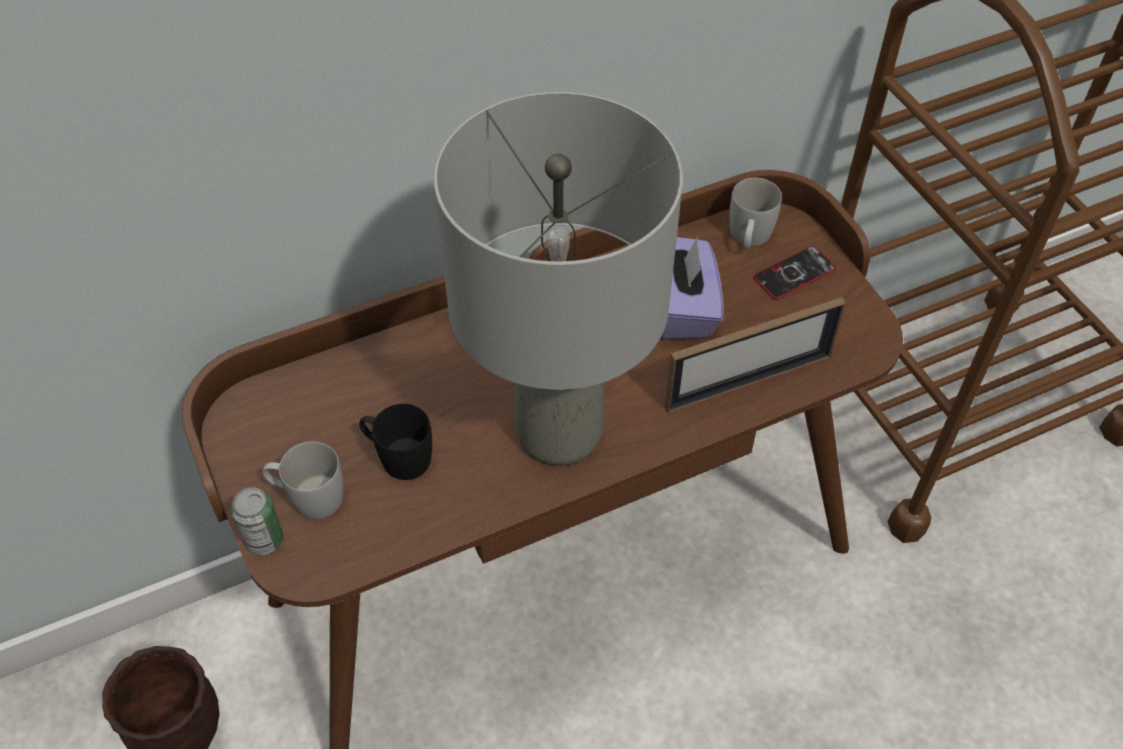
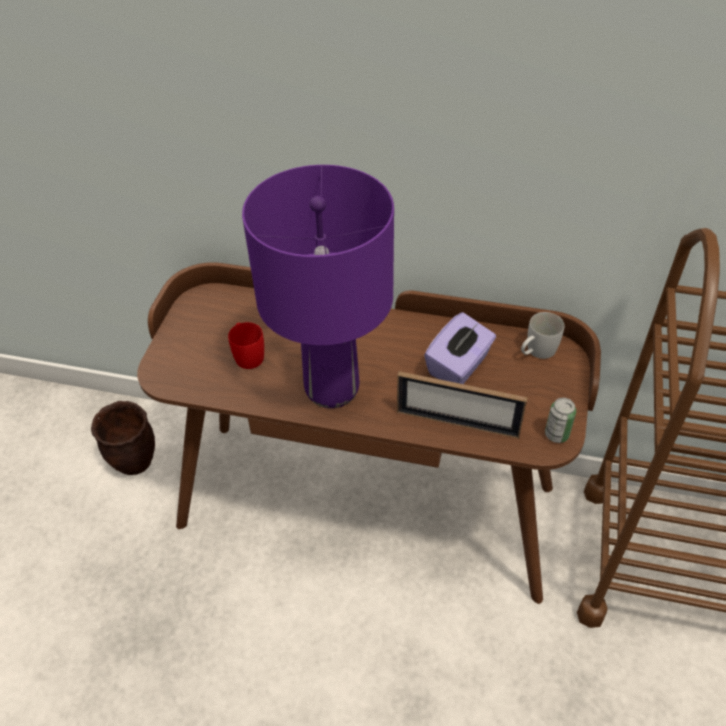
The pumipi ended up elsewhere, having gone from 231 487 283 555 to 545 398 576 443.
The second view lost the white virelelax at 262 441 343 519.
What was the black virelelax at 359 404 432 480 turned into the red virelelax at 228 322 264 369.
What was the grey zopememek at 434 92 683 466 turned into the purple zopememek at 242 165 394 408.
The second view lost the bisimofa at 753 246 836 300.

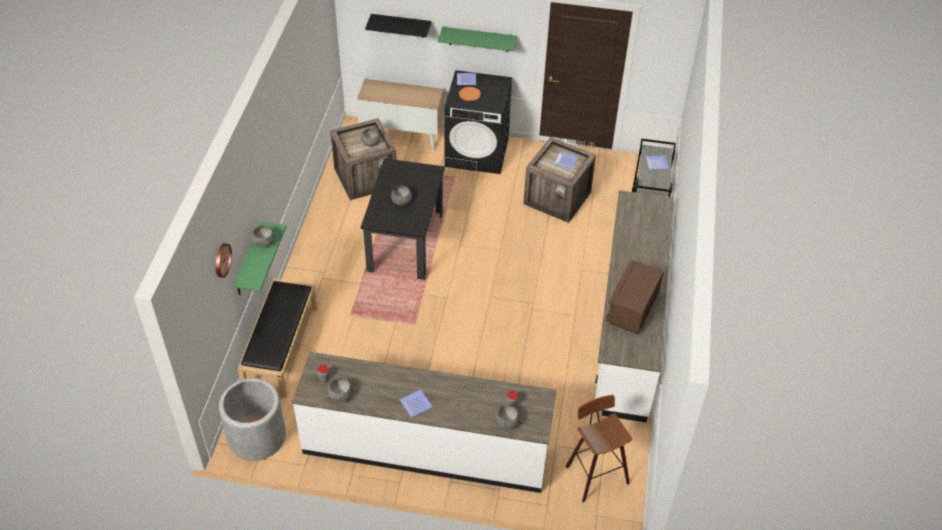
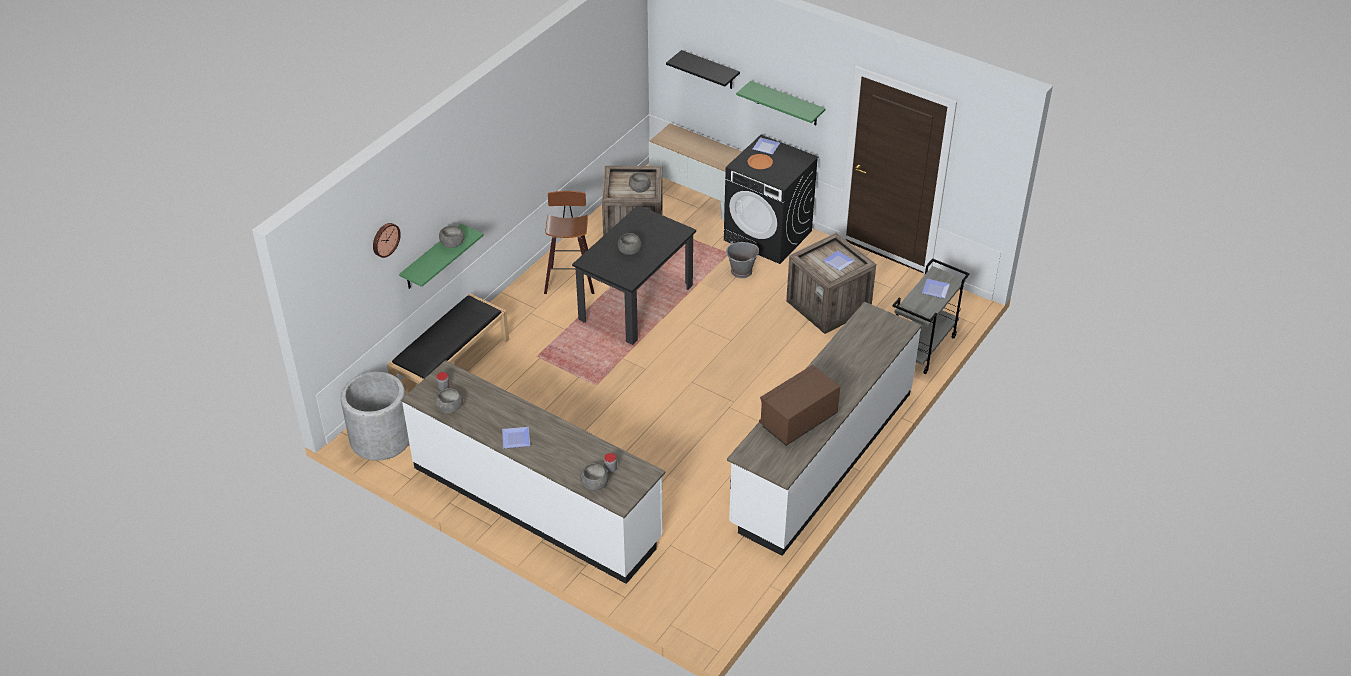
The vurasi ended up elsewhere, having gone from 565 395 632 503 to 544 191 595 294.
The second view gained the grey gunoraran at 726 241 759 278.

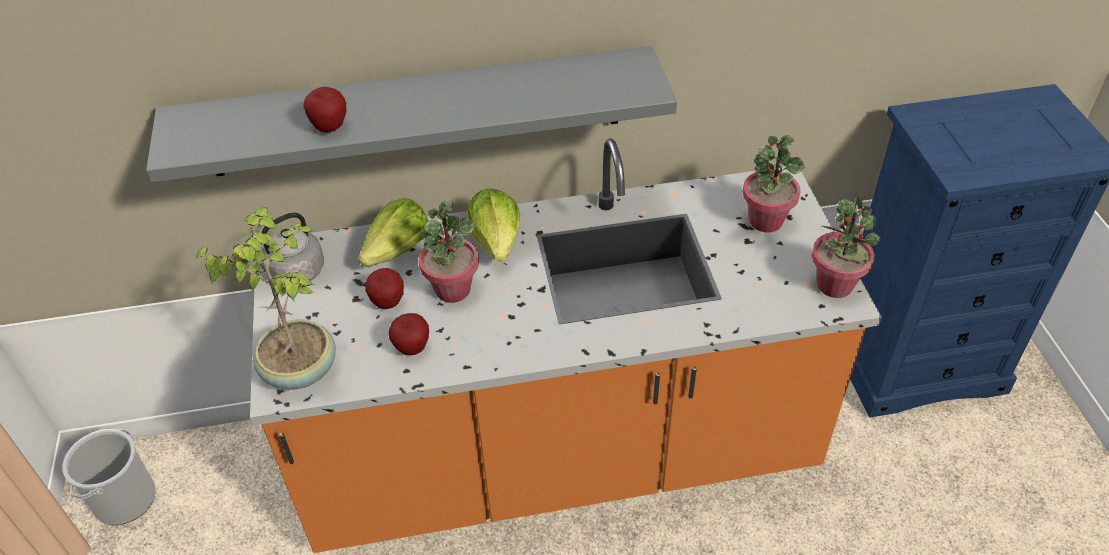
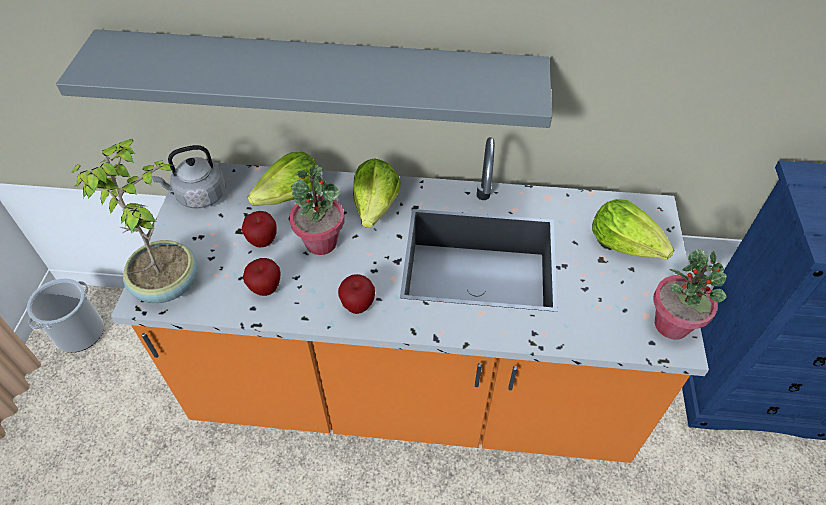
The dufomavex ended up elsewhere, having gone from 303 87 346 132 to 338 274 375 314.
Where the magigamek stood at 743 135 805 232, the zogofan came to stand at 592 199 674 259.

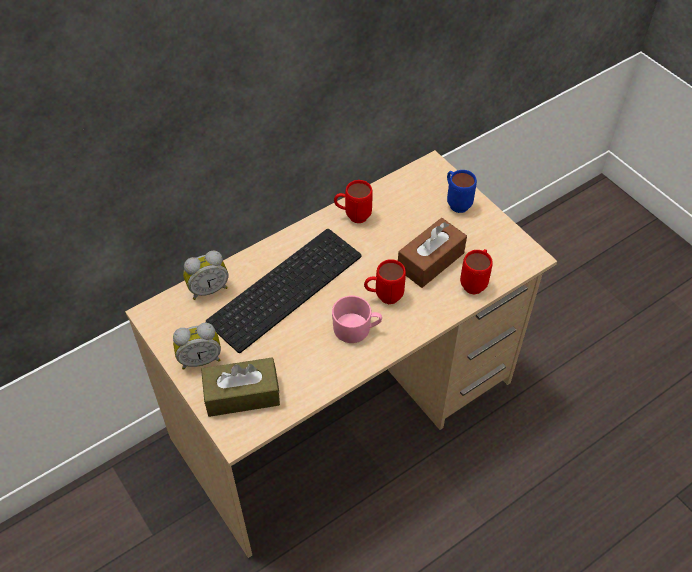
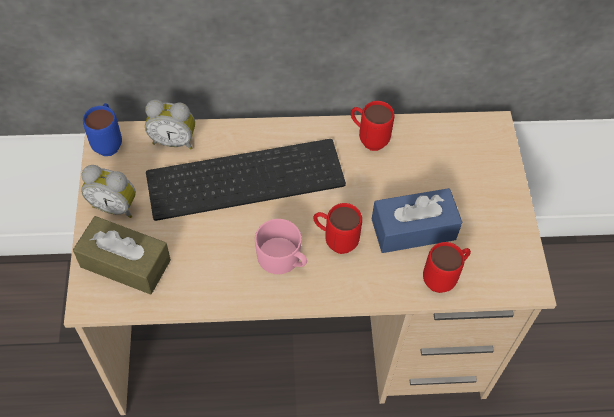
What was the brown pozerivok at 398 218 467 288 turned into the blue pozerivok at 372 188 462 253.
The blue virelelax ended up elsewhere, having gone from 447 170 477 213 to 83 103 122 156.

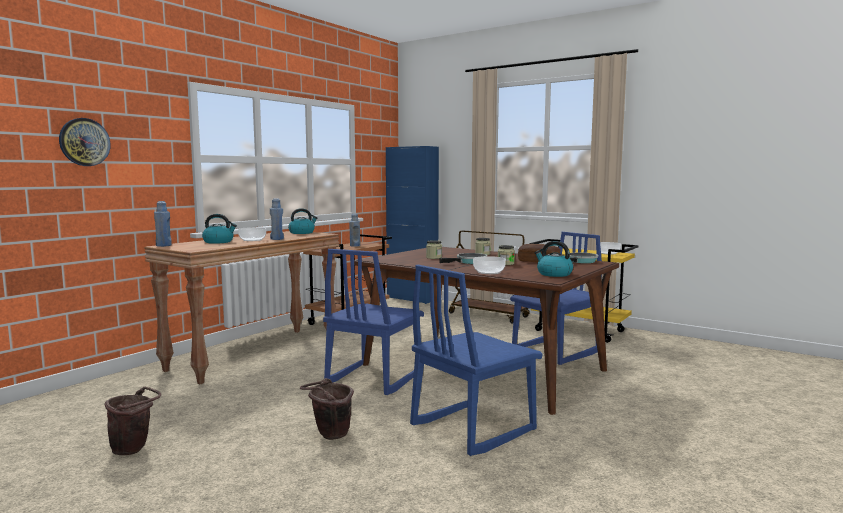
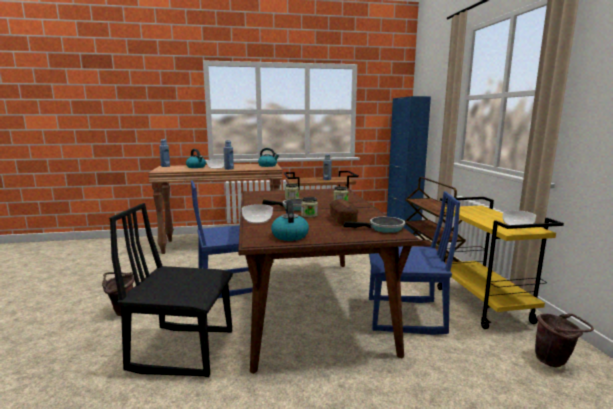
The second view lost the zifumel at 59 118 111 166.
The brown gunoraran ended up elsewhere, having gone from 105 387 161 455 to 535 313 594 368.
What was the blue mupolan at 410 265 543 456 turned into the black mupolan at 109 203 233 377.

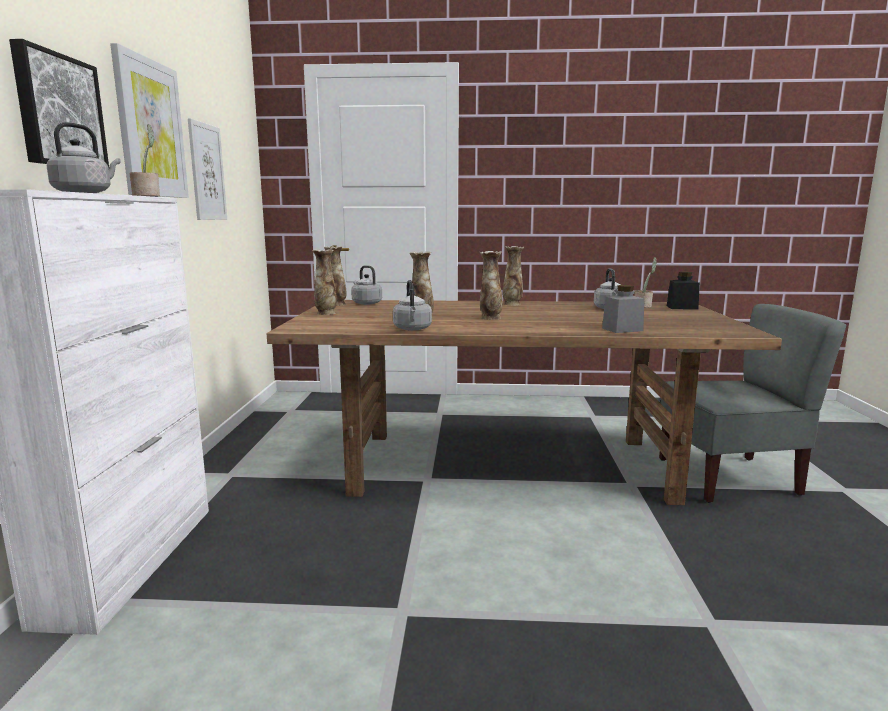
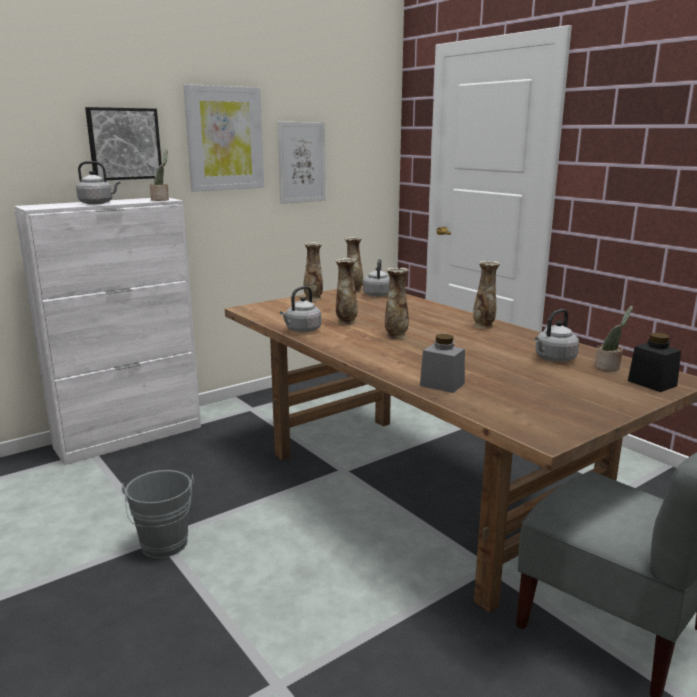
The second view gained the grey gunoraran at 122 470 194 558.

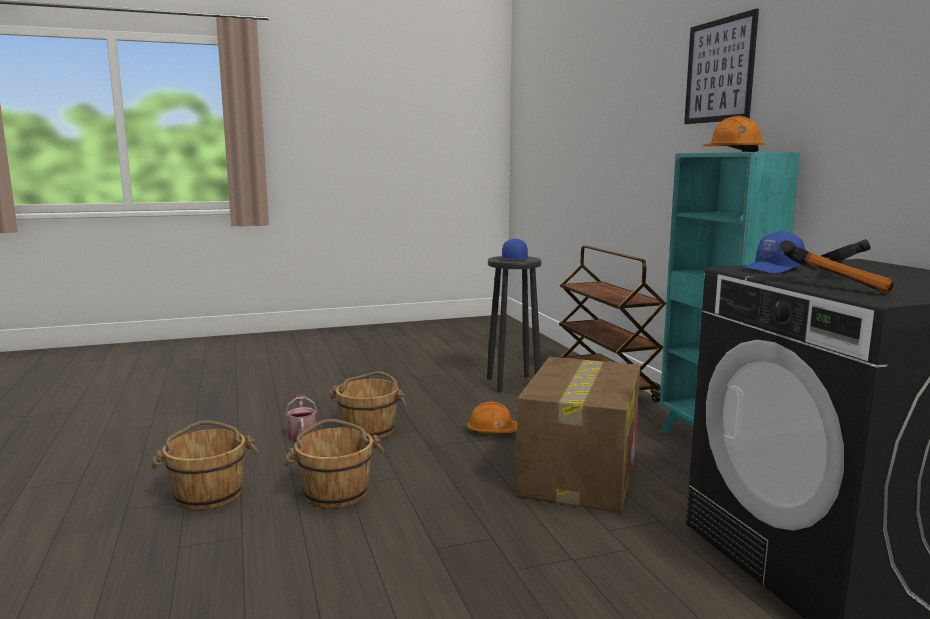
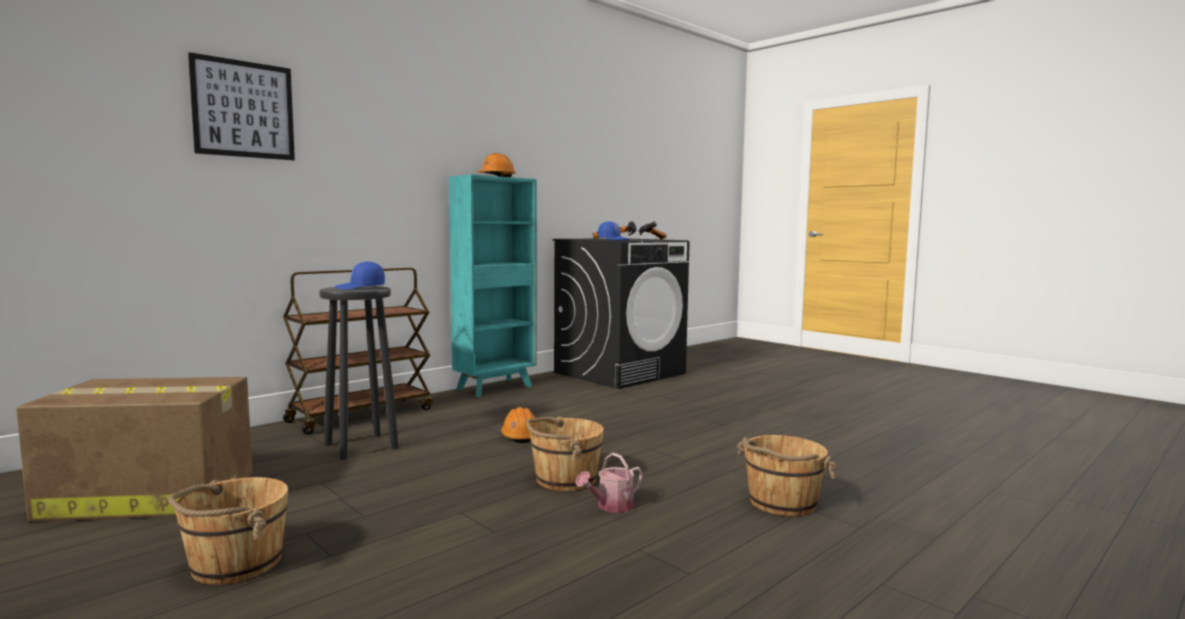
The brown gunoraran ended up elsewhere, having gone from 284 419 385 508 to 168 477 288 585.
The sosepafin ended up elsewhere, having gone from 516 357 641 513 to 16 377 253 522.
The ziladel ended up elsewhere, having gone from 684 9 759 124 to 188 52 295 160.

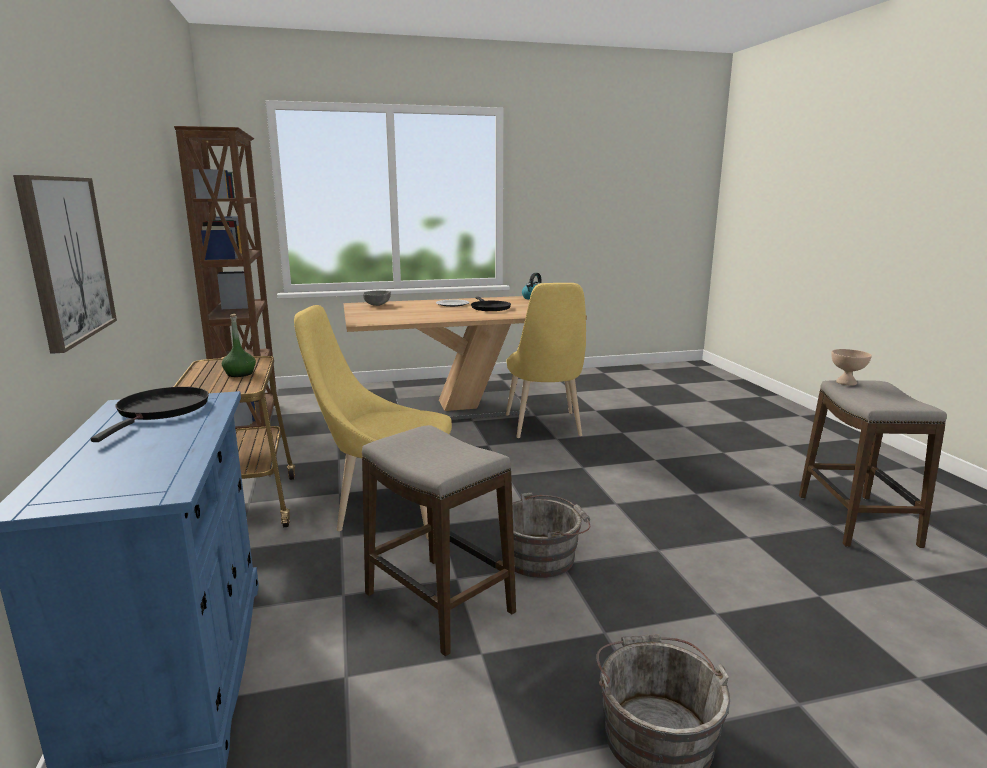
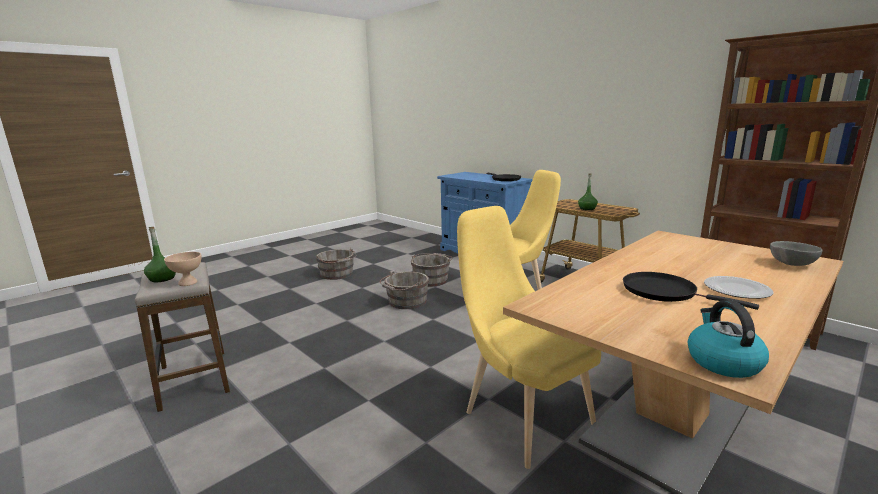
The second view lost the ziladel at 13 175 117 354.
Where the vurasi stood at 362 425 516 656, the grey gunoraran came to stand at 411 253 453 287.
The second view gained the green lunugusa at 144 227 176 282.

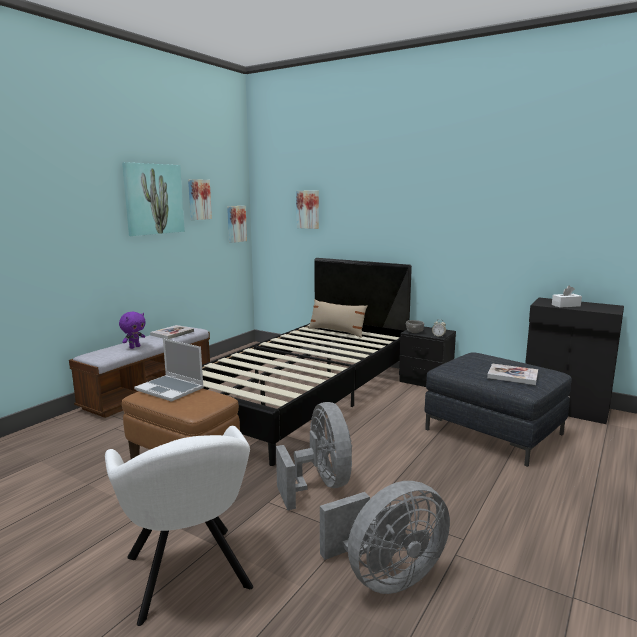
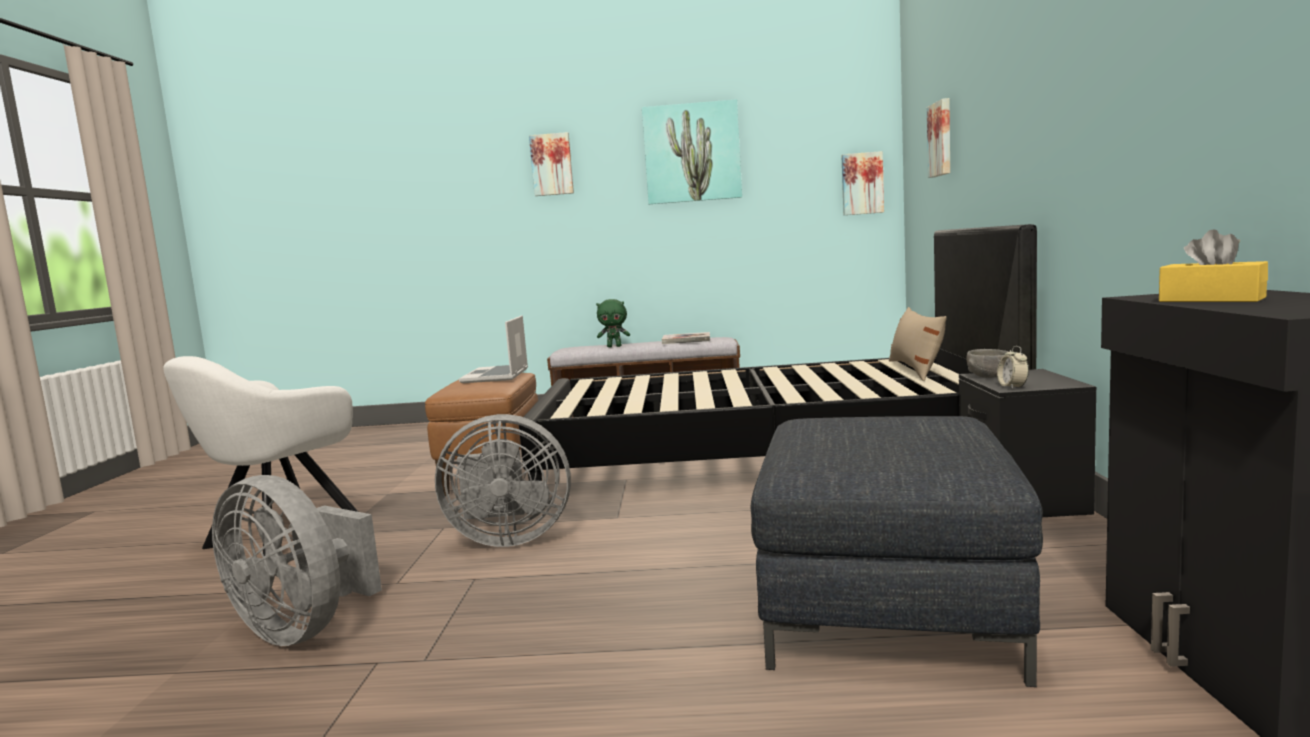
What was the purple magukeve at 119 312 146 349 turned into the green magukeve at 596 299 630 347.
The ziladel ended up elsewhere, having gone from 188 179 212 220 to 529 132 574 196.
The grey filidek at 276 402 352 510 ended up facing another way, 45 degrees clockwise from before.
The second view lost the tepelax at 487 363 538 385.
What was the white pozerivok at 552 286 582 308 turned into the yellow pozerivok at 1159 229 1268 302.

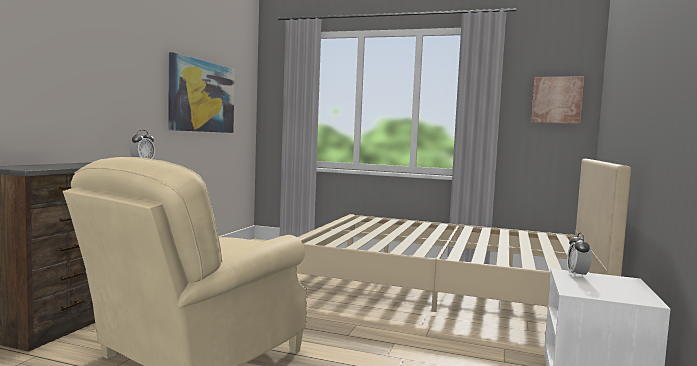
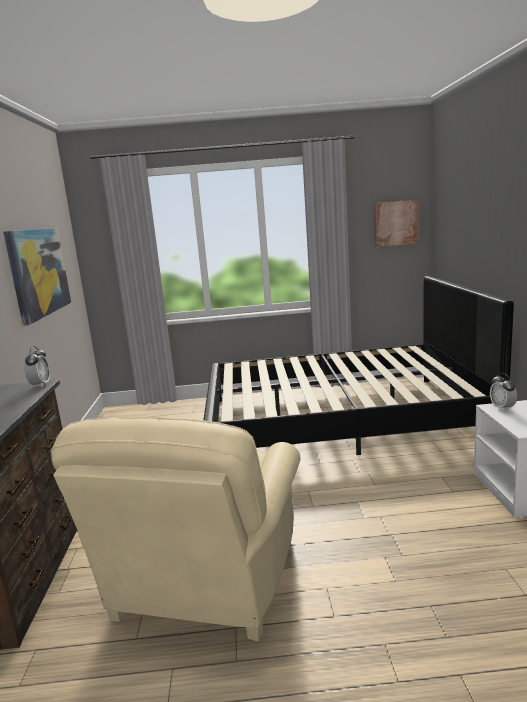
What was the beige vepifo at 297 159 631 312 turned into the black vepifo at 203 276 514 455.

